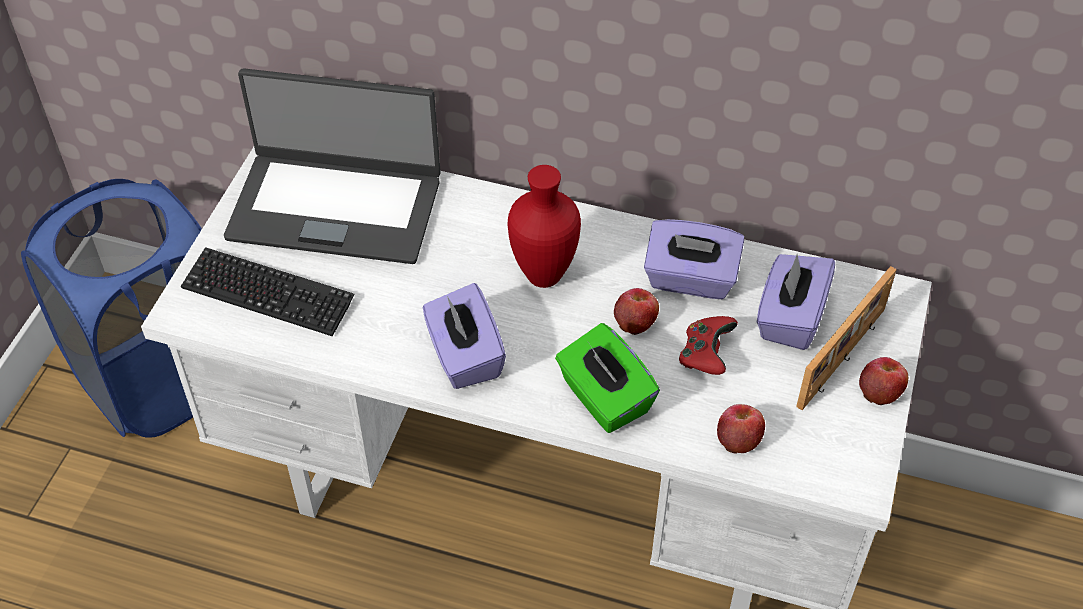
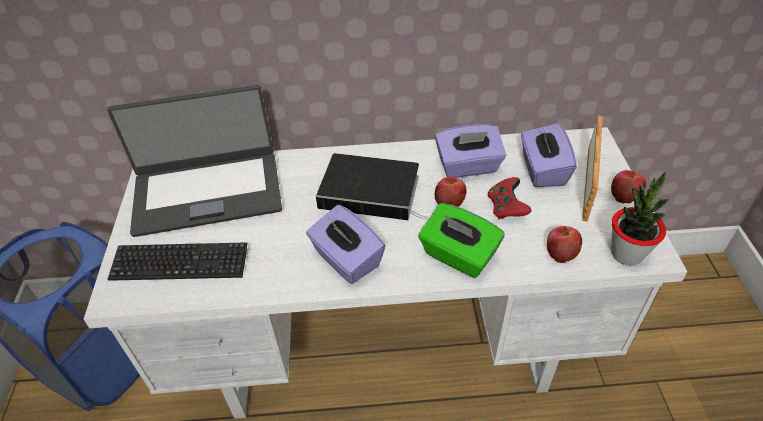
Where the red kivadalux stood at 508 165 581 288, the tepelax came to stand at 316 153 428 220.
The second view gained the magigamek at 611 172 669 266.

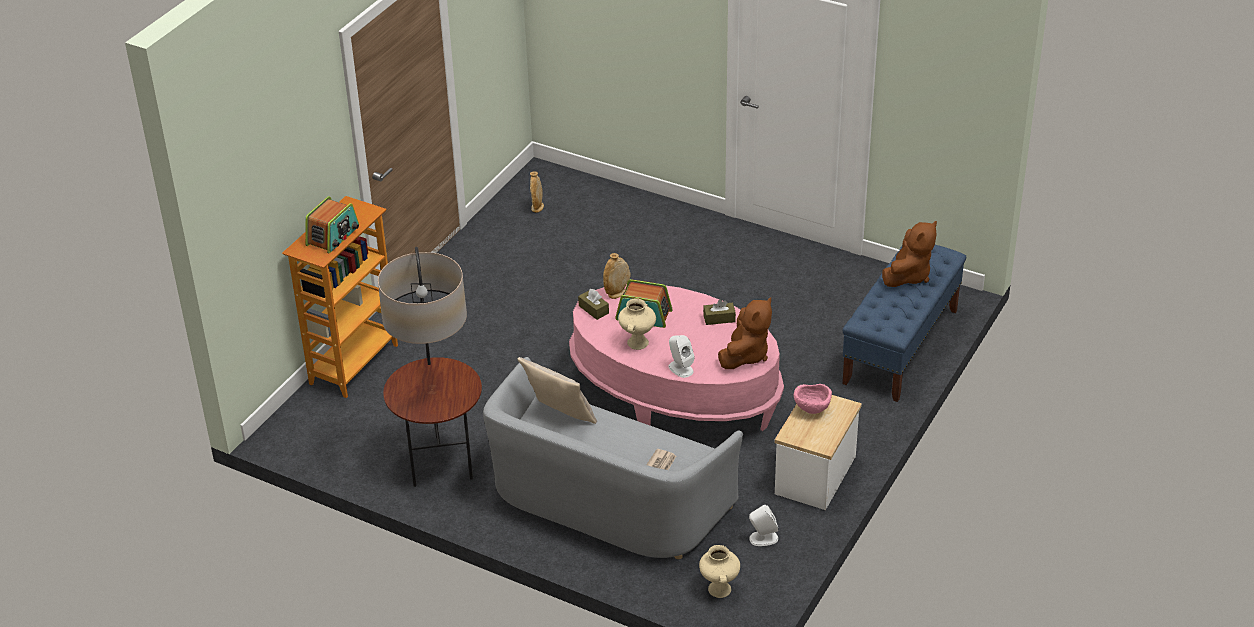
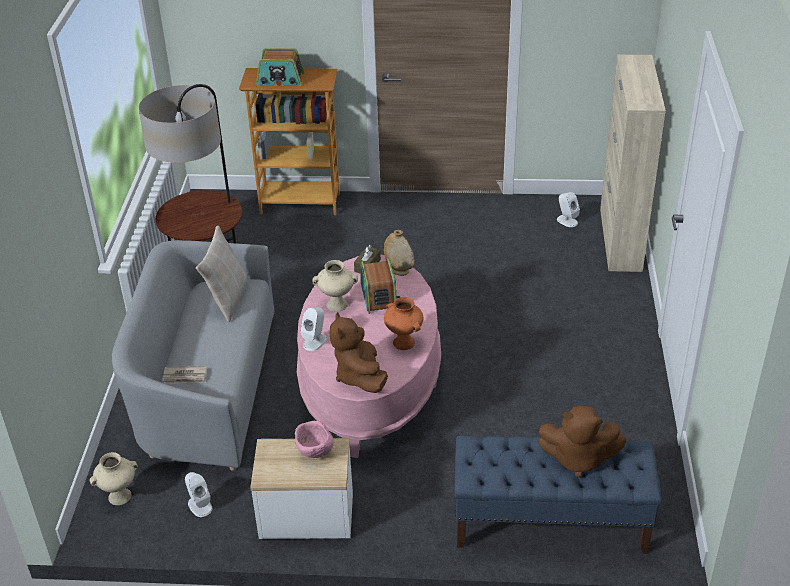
Where the beige kivadalux stood at 530 171 544 213, the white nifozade came to stand at 557 192 580 227.
Where the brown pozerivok stood at 703 300 736 325, the orange kivadalux came to stand at 384 297 424 350.
The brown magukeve at 718 297 772 369 ended up facing another way, 75 degrees clockwise from before.
The second view gained the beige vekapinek at 600 55 666 272.

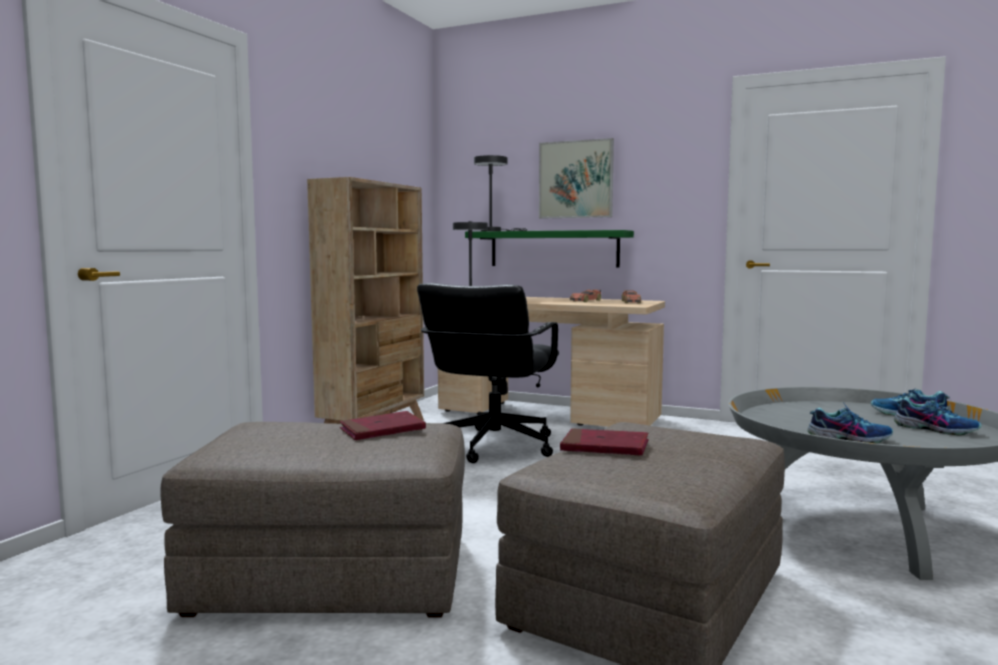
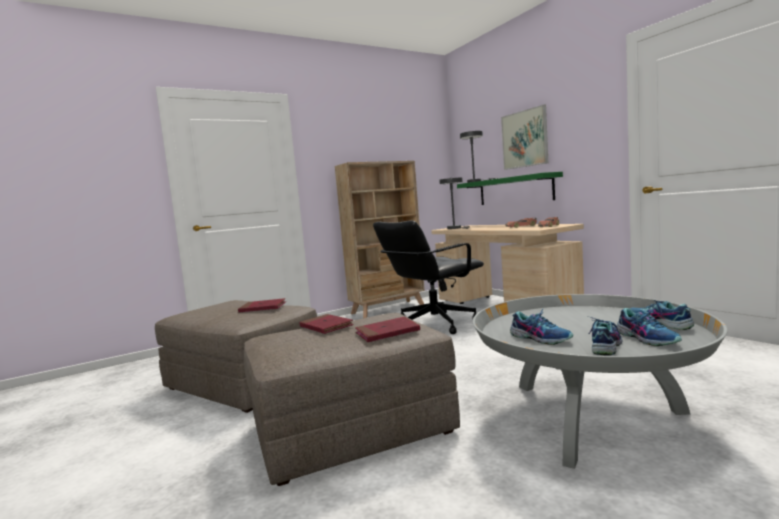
The second view gained the red tepelax at 355 317 420 342.
The second view gained the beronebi at 588 317 622 356.

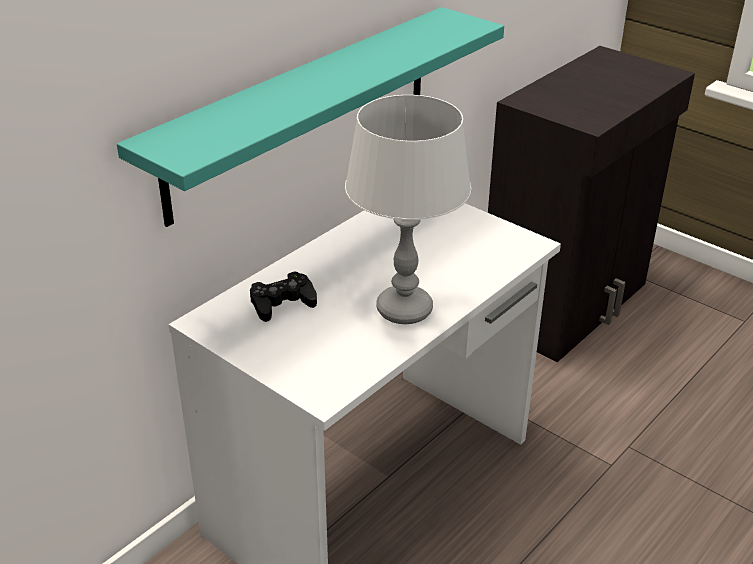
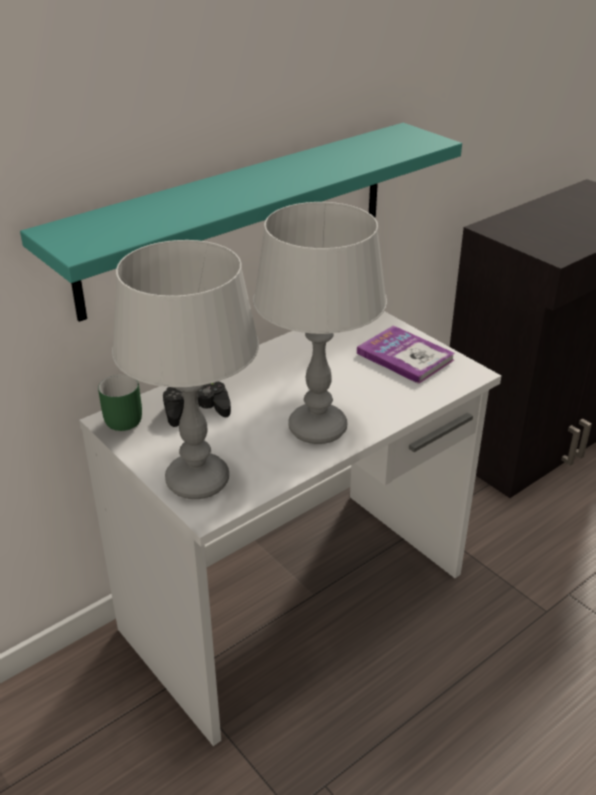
The second view gained the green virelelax at 98 375 142 431.
The second view gained the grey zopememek at 112 240 259 499.
The second view gained the tepelax at 357 325 455 384.

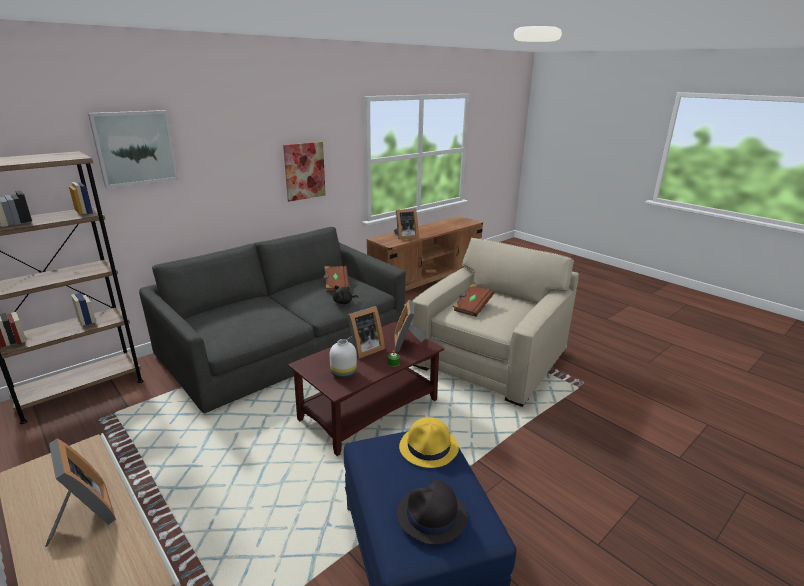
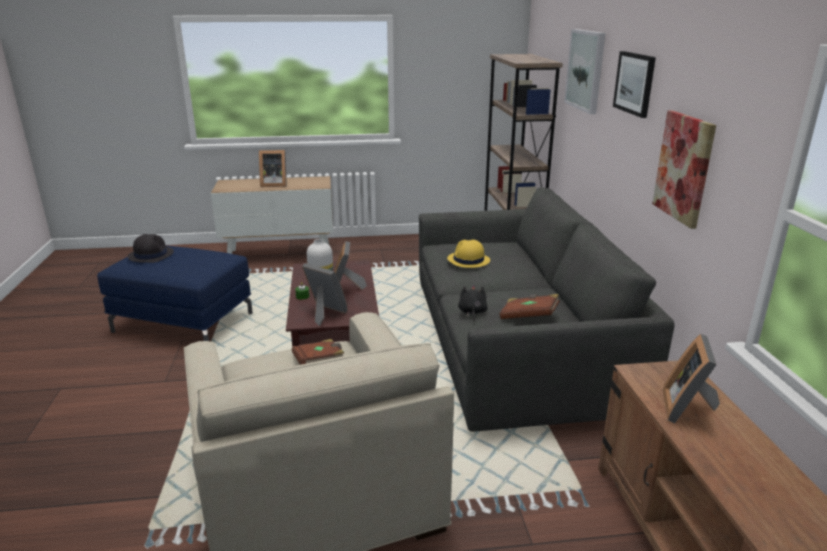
The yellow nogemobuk ended up elsewhere, having gone from 399 417 459 468 to 447 240 490 268.
The second view gained the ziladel at 613 51 656 118.

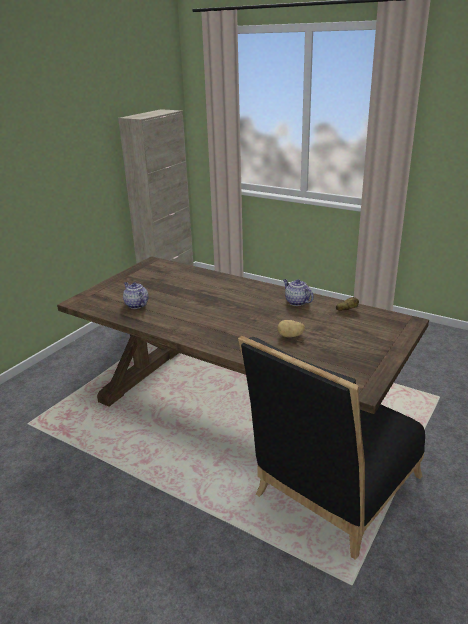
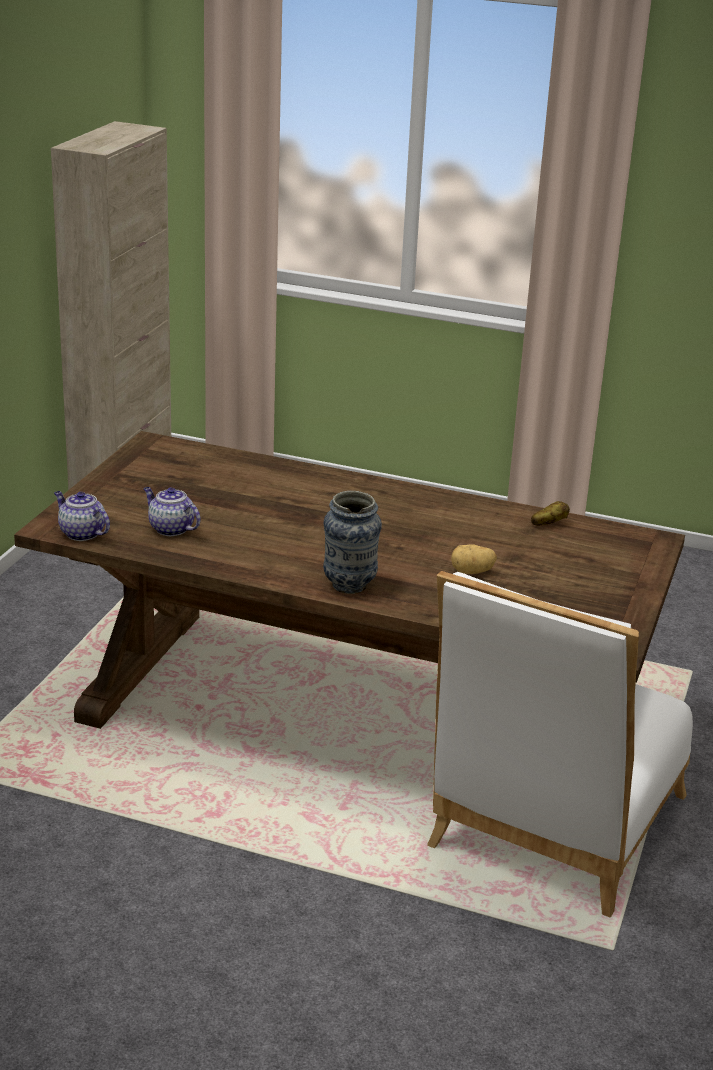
What was the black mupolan at 238 336 425 560 turned into the white mupolan at 427 571 693 917.
The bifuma ended up elsewhere, having gone from 283 279 314 306 to 54 491 110 541.
The second view gained the kivadalux at 323 491 382 594.

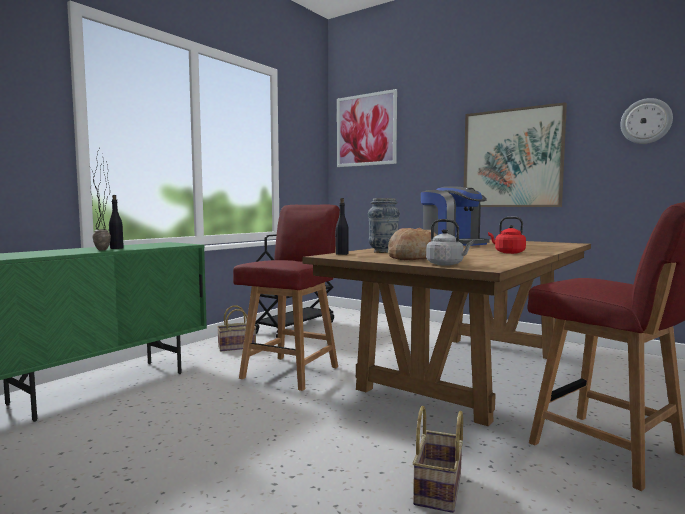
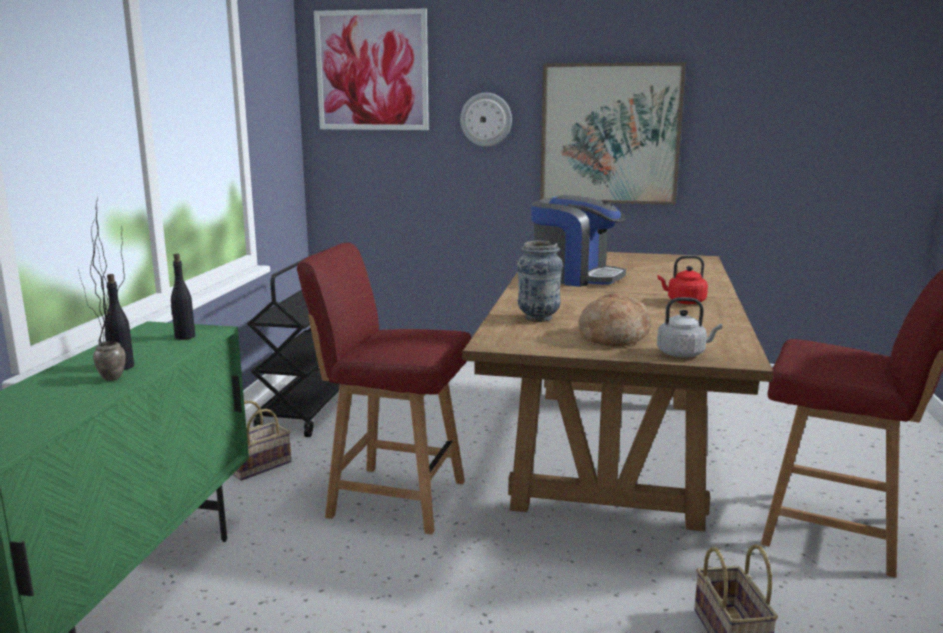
The red mupolan at 233 205 340 391 ended up facing another way, 75 degrees counterclockwise from before.
The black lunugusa ended up elsewhere, having gone from 335 198 349 255 to 170 254 195 340.
The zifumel ended up elsewhere, having gone from 620 98 673 144 to 460 93 512 147.

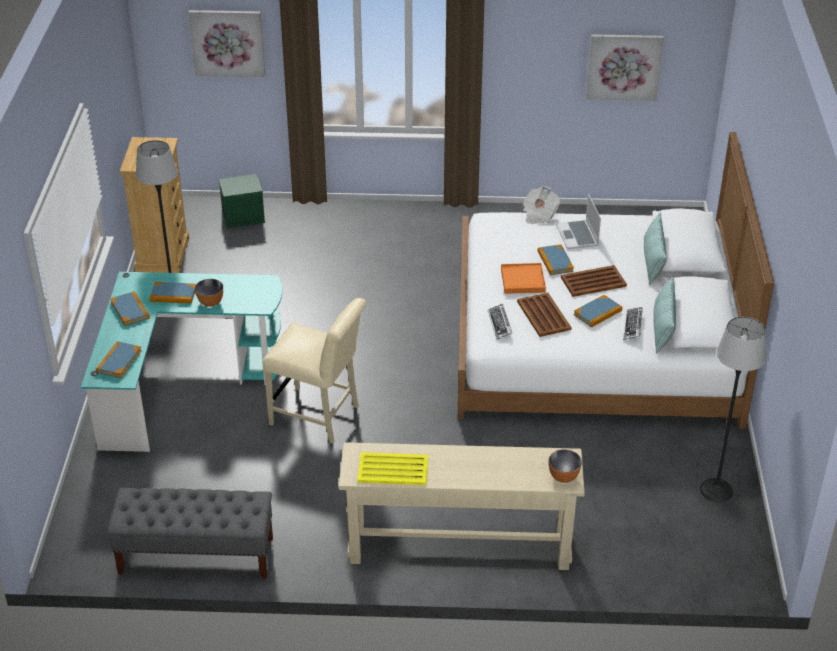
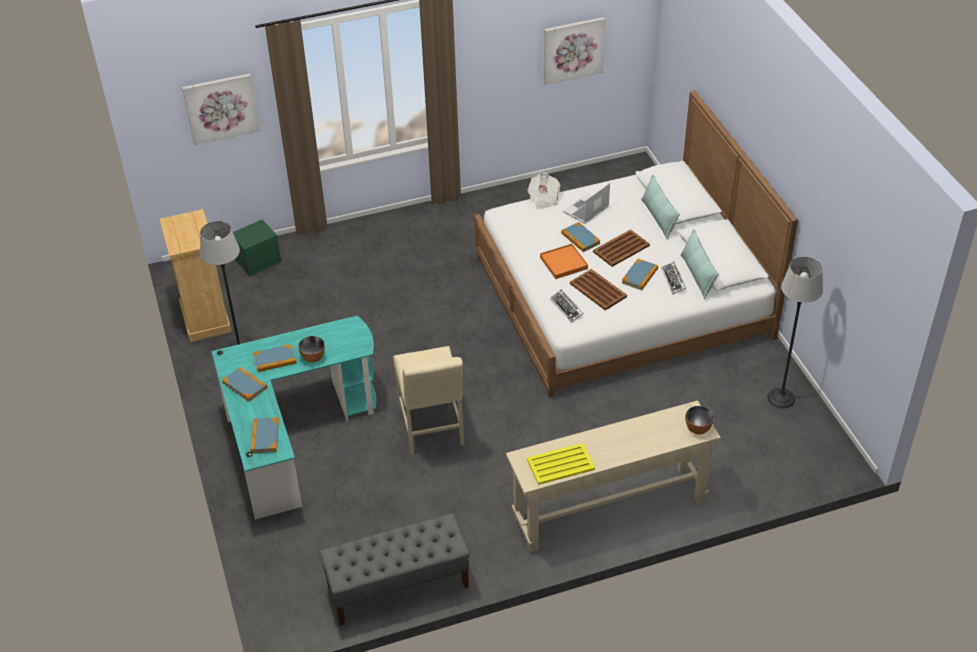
The beige mupolan at 262 298 366 443 ended up facing another way, 75 degrees clockwise from before.
The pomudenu at 556 194 601 249 ended up facing another way, 75 degrees clockwise from before.

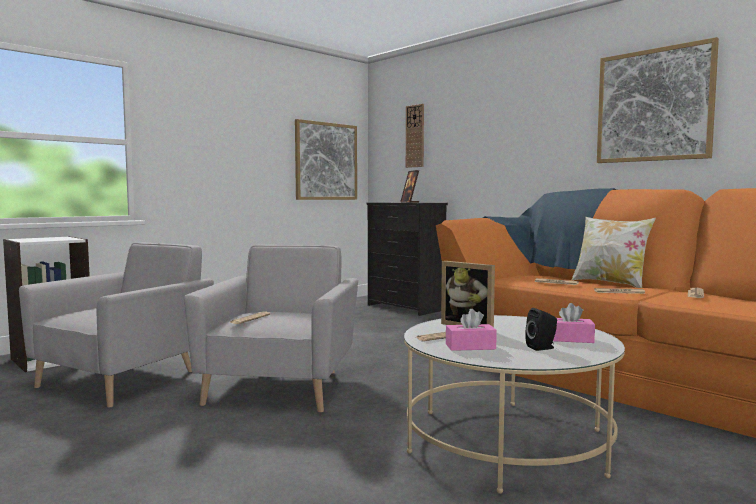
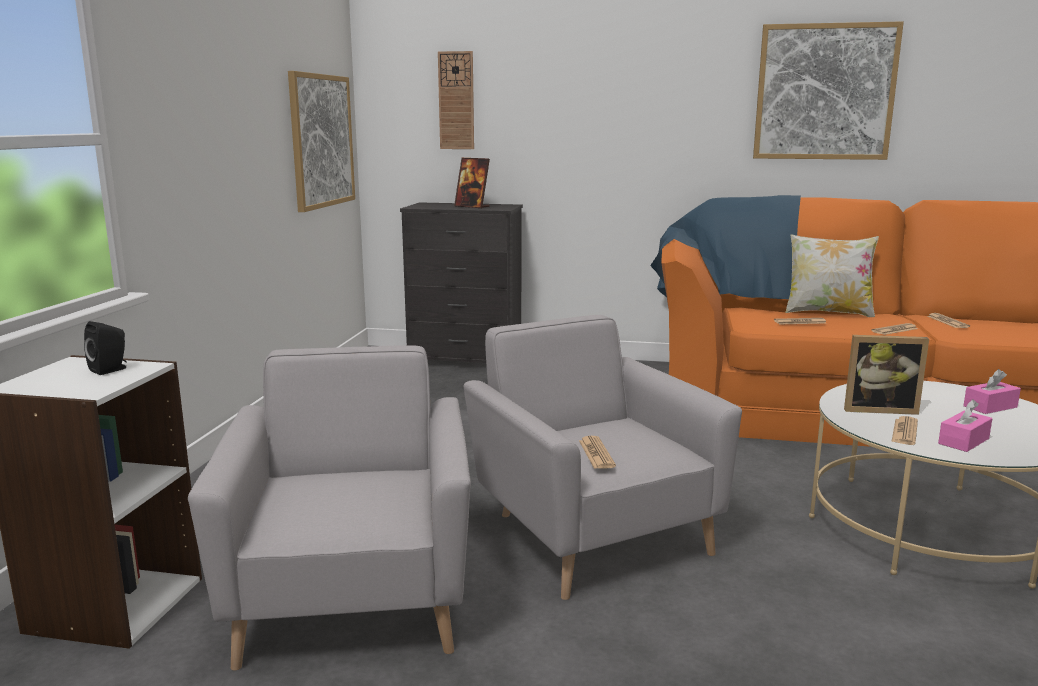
The black nifozade ended up elsewhere, having gone from 525 308 557 351 to 84 321 127 375.

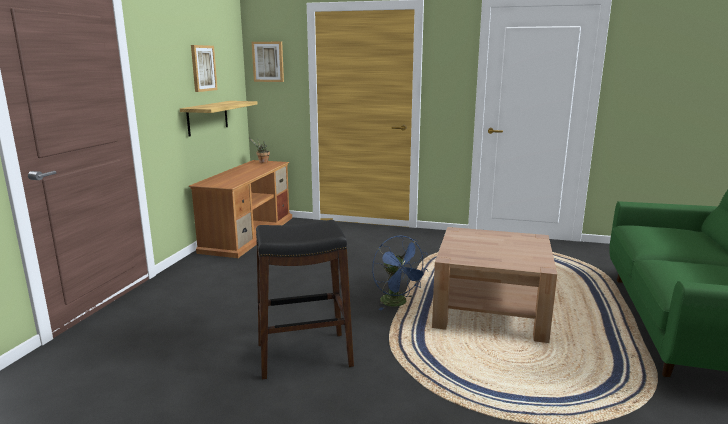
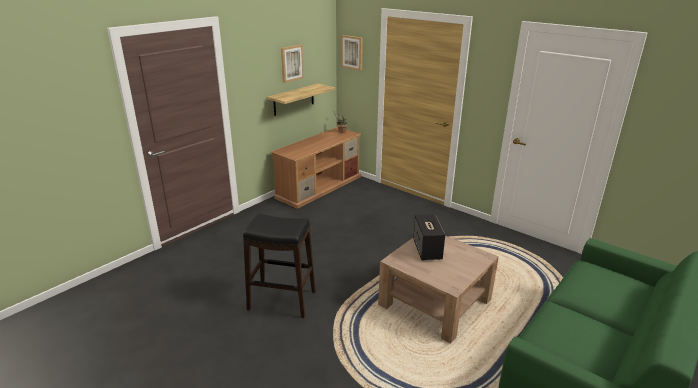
The second view lost the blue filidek at 372 236 428 310.
The second view gained the nifozade at 413 214 445 261.

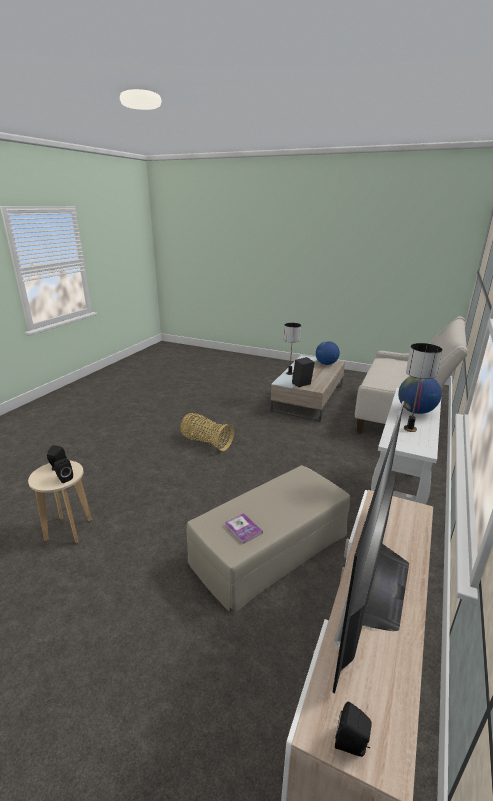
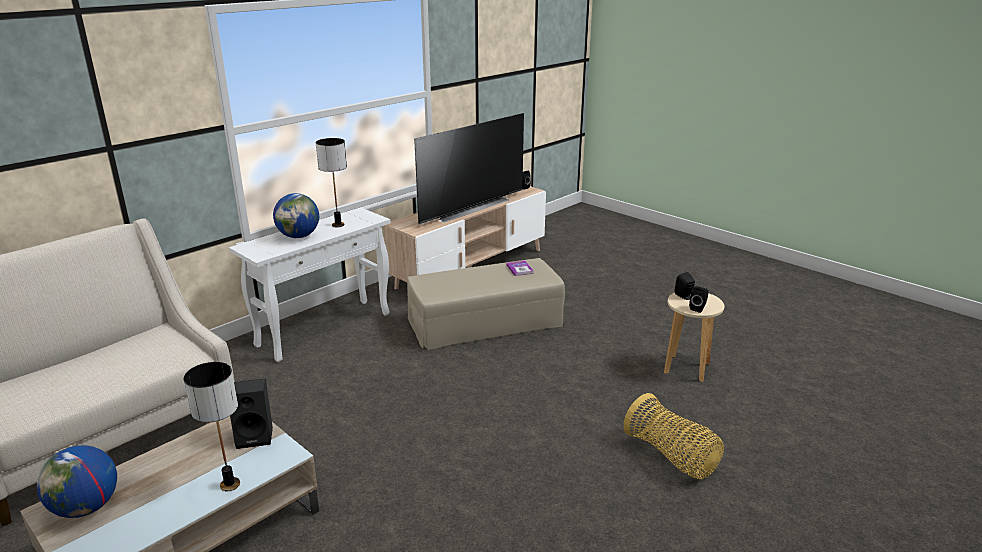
The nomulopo ended up elsewhere, having gone from 180 413 234 451 to 624 393 724 479.

